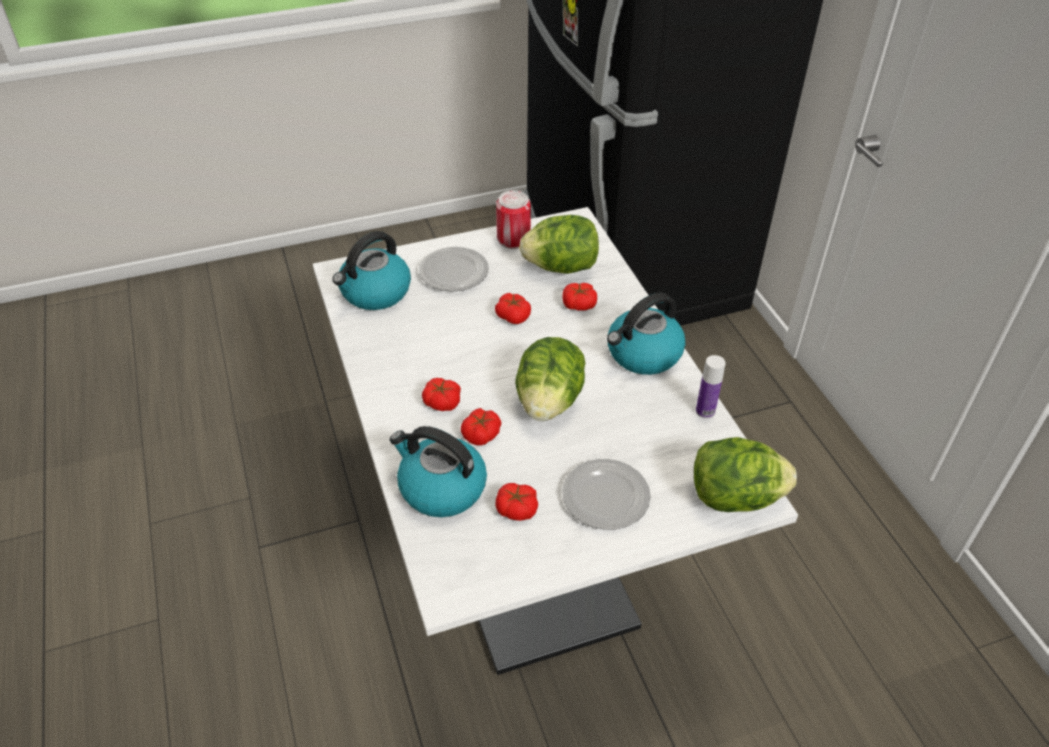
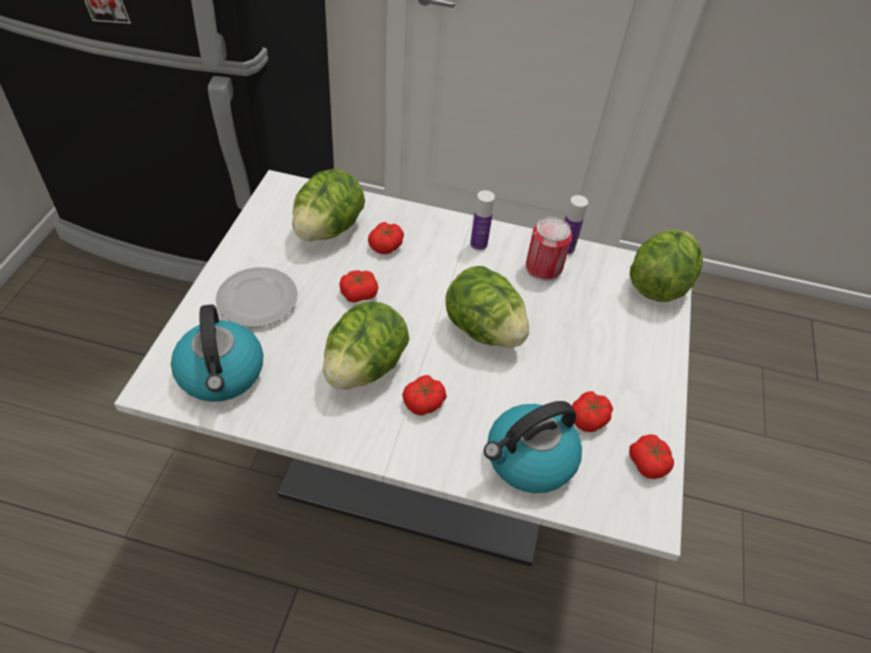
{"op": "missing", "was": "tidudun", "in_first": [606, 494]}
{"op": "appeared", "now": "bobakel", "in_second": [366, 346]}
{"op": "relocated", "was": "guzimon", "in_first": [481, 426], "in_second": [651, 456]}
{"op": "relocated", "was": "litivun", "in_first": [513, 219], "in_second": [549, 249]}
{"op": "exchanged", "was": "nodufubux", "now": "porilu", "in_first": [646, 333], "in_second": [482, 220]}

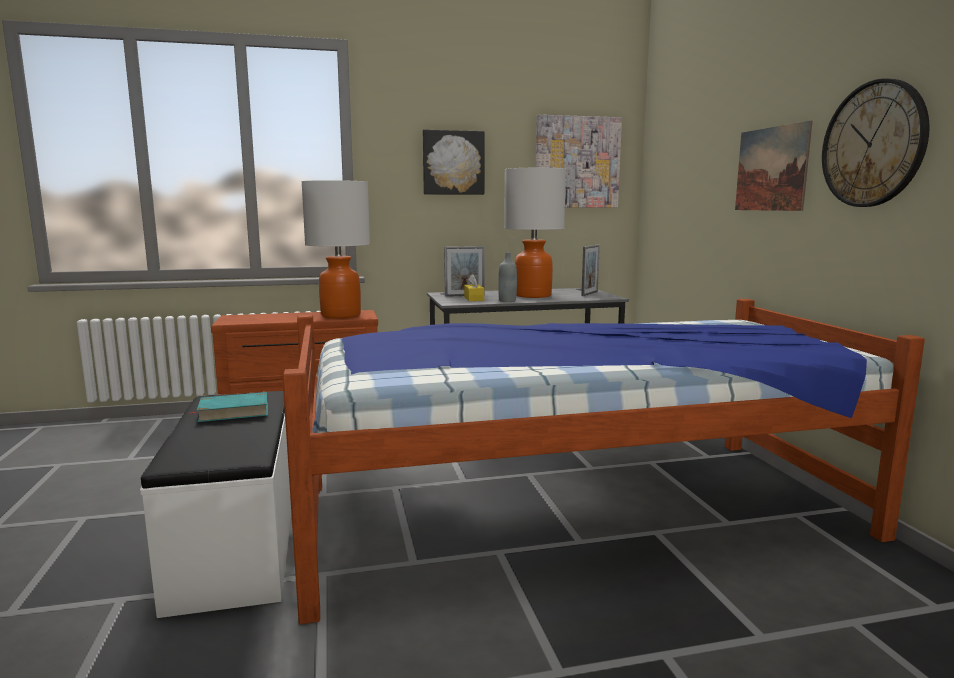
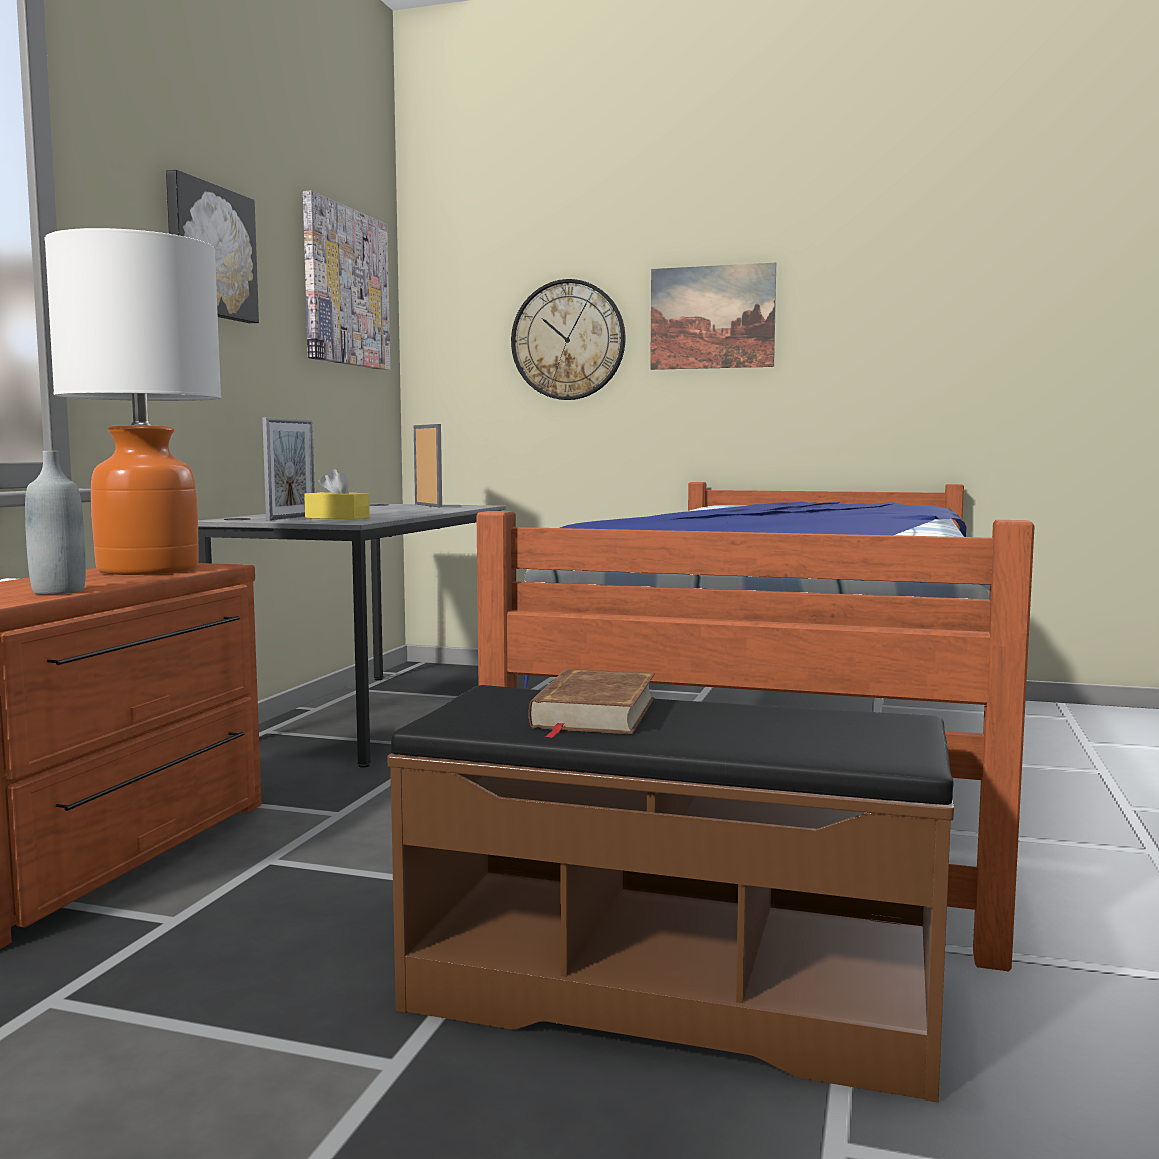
{"op": "missing", "was": "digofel", "in_first": [535, 233]}
{"op": "relocated", "was": "grey_porilu", "in_first": [507, 277], "in_second": [55, 522]}
{"op": "relocated", "was": "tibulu", "in_first": [876, 143], "in_second": [568, 339]}
{"op": "colour", "was": "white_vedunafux", "now": "brown_vedunafux", "in_first": [215, 504], "in_second": [670, 894]}
{"op": "colour", "was": "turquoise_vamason", "now": "brown_vamason", "in_first": [228, 407], "in_second": [592, 703]}

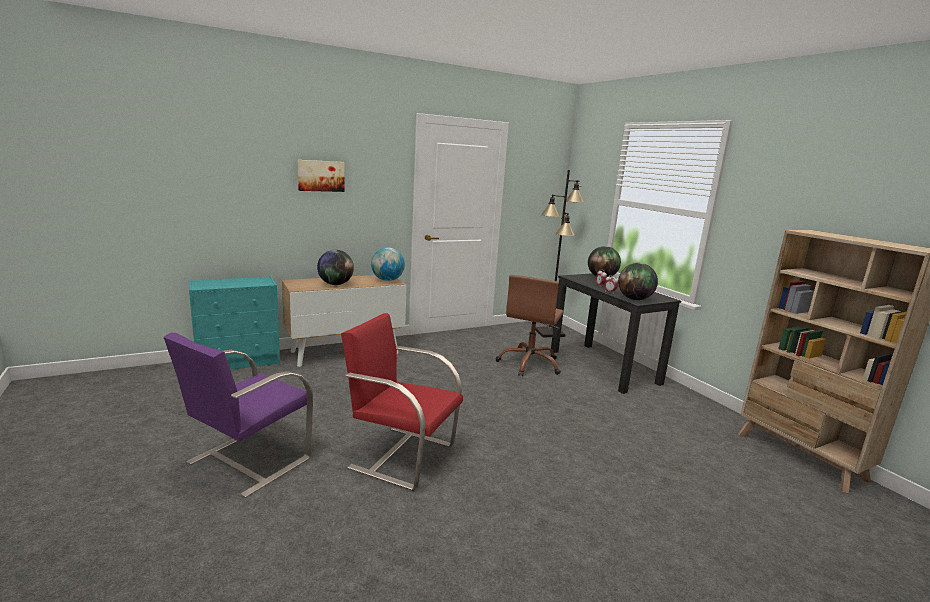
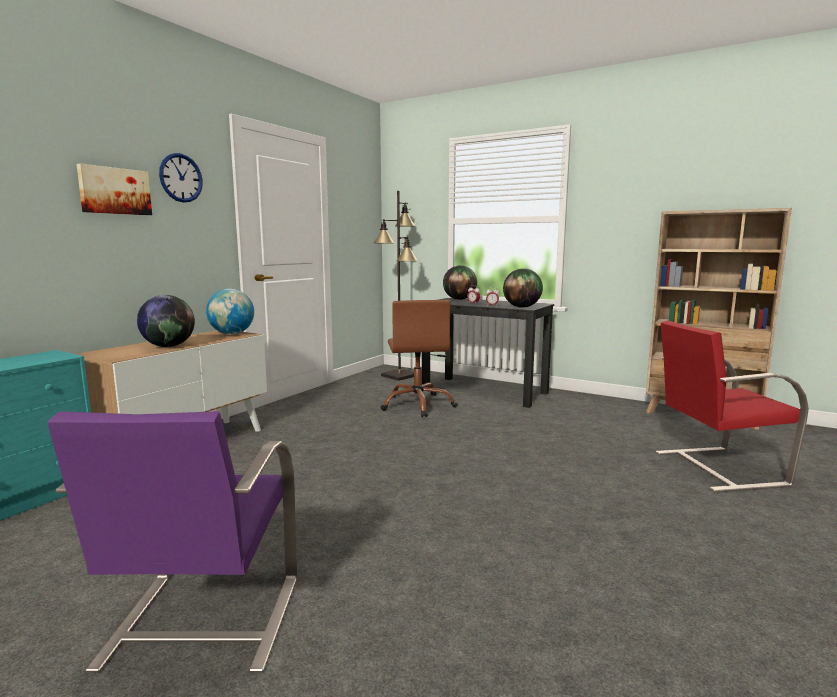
{"op": "appeared", "now": "tibulu", "in_second": [181, 178]}
{"op": "relocated", "was": "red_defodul", "in_first": [402, 402], "in_second": [732, 406]}

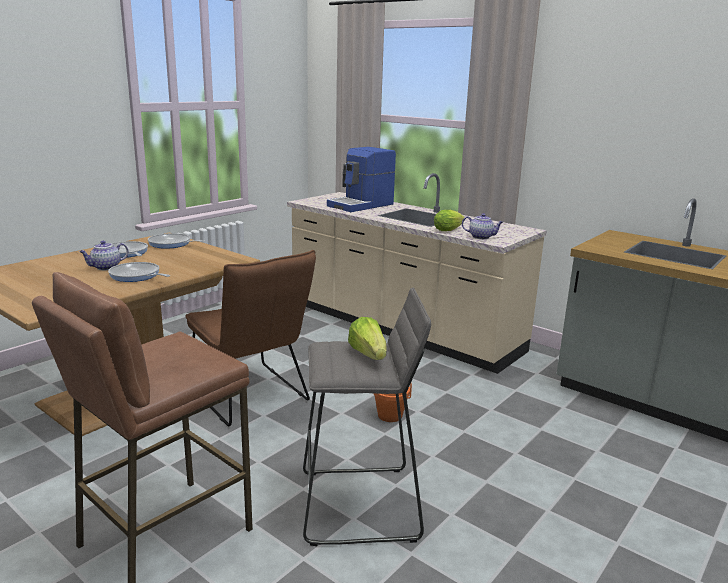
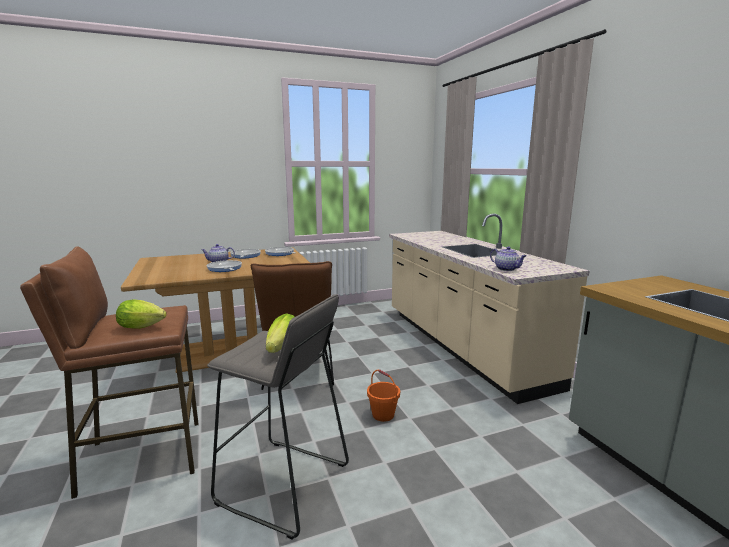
{"op": "missing", "was": "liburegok", "in_first": [361, 179]}
{"op": "relocated", "was": "bobakel", "in_first": [449, 220], "in_second": [141, 314]}

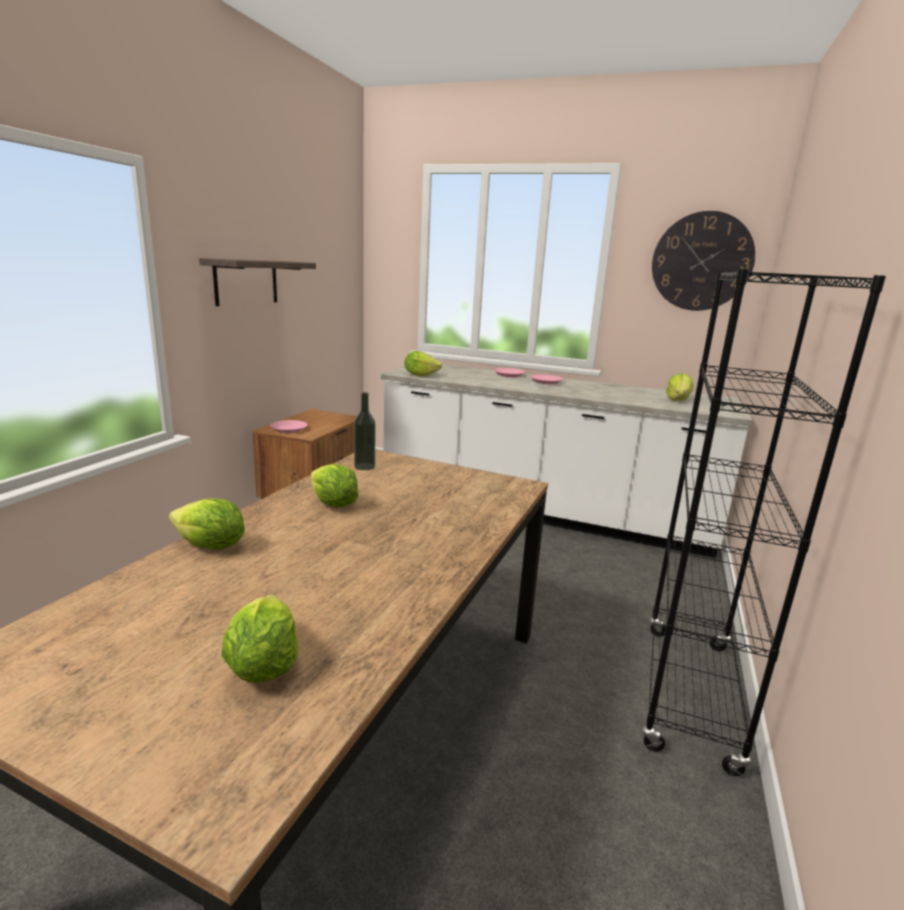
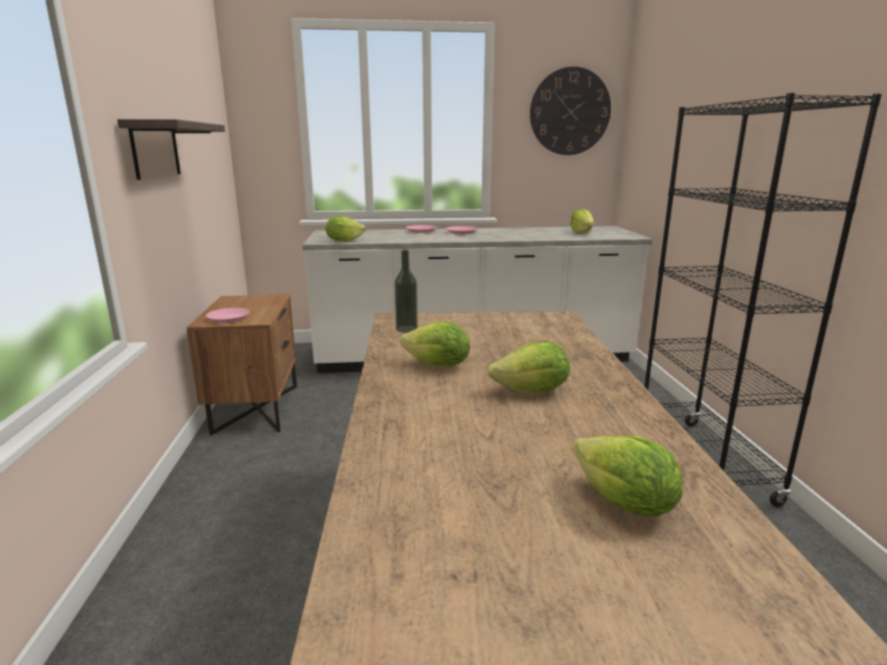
{"op": "relocated", "was": "bobakel", "in_first": [207, 524], "in_second": [528, 367]}

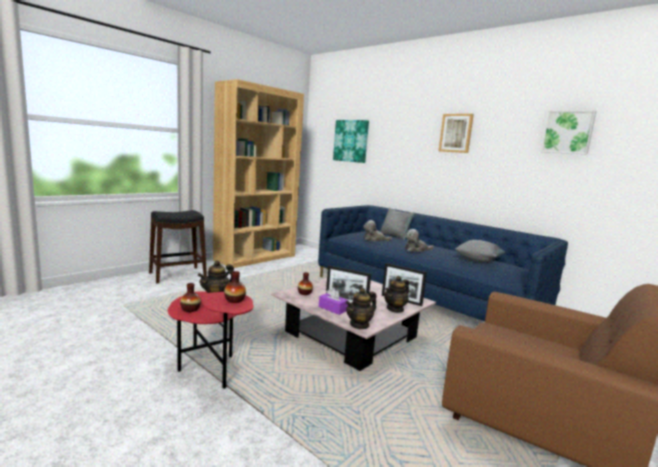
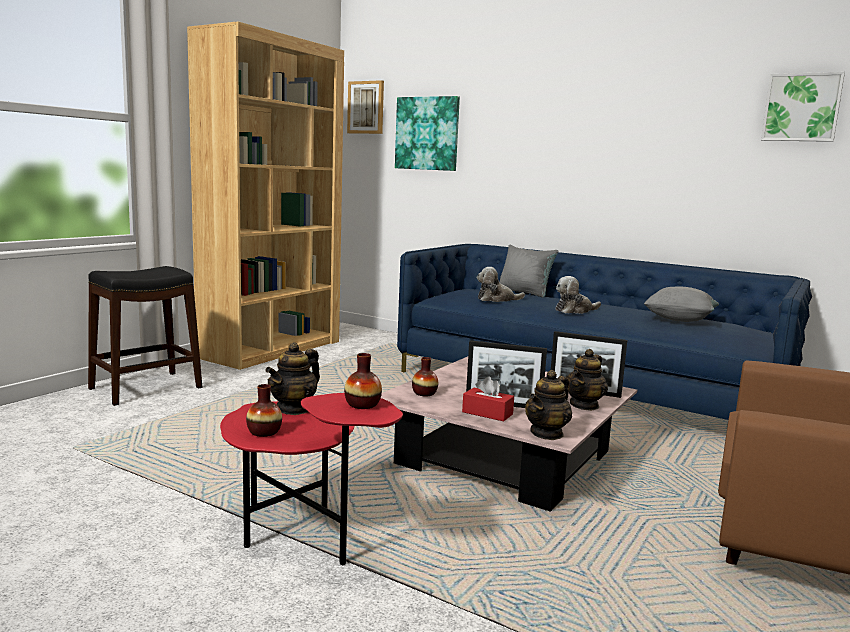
{"op": "relocated", "was": "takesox", "in_first": [456, 133], "in_second": [365, 107]}
{"op": "colour", "was": "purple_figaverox", "now": "red_figaverox", "in_first": [333, 301], "in_second": [488, 399]}

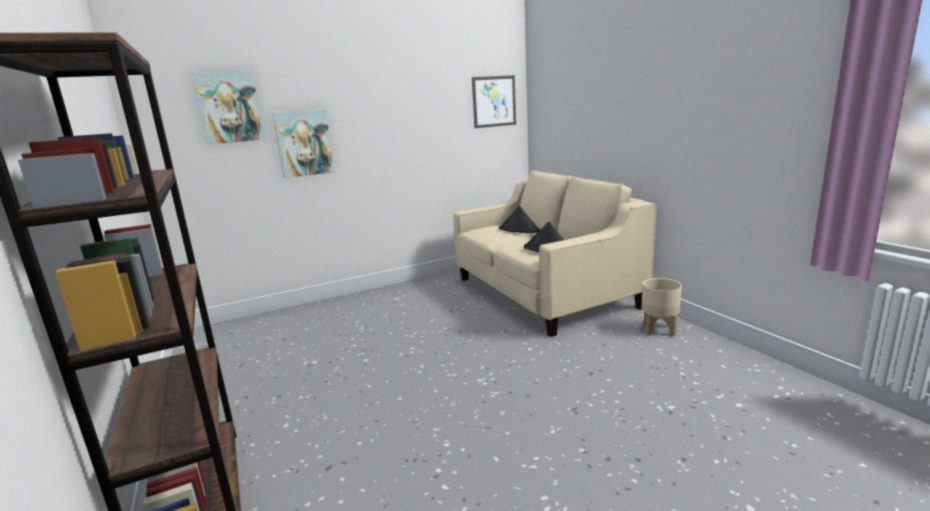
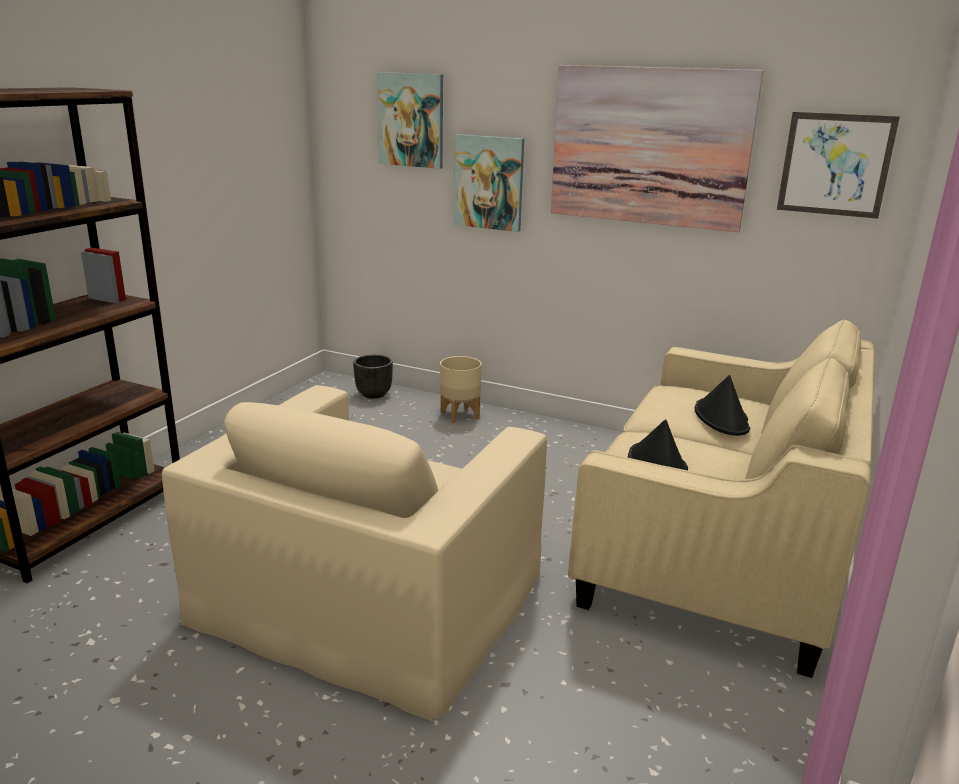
{"op": "appeared", "now": "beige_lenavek", "in_second": [354, 553]}
{"op": "appeared", "now": "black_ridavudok", "in_second": [373, 376]}
{"op": "appeared", "now": "takesox", "in_second": [657, 148]}
{"op": "relocated", "was": "beige_ridavudok", "in_first": [662, 307], "in_second": [461, 390]}

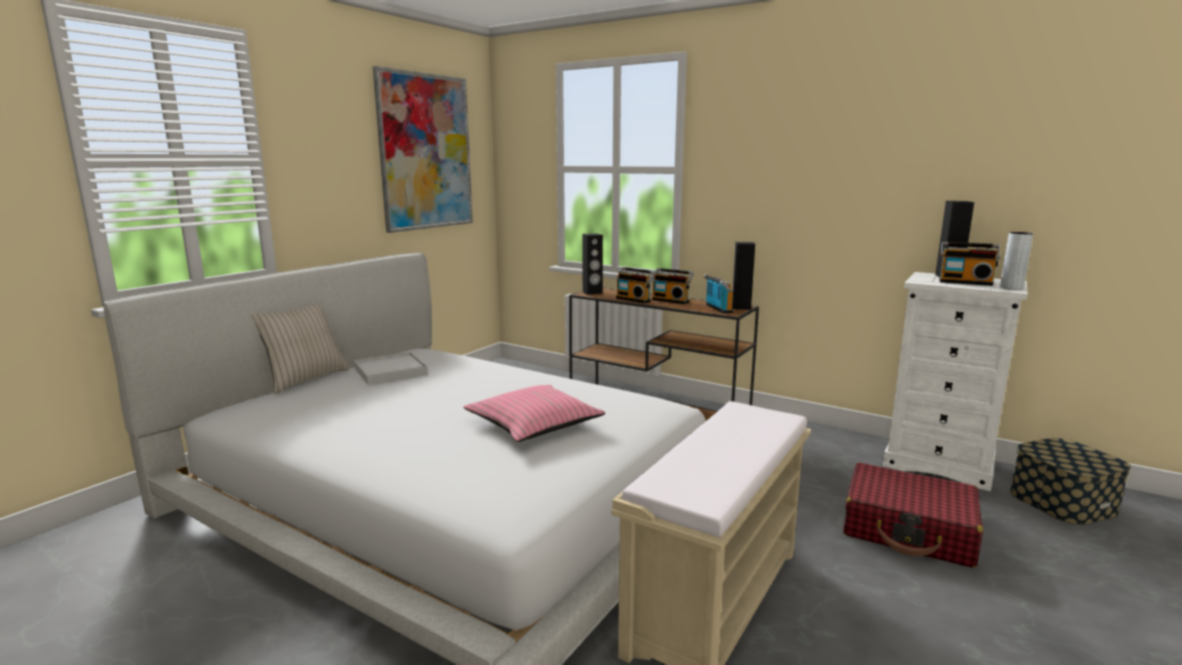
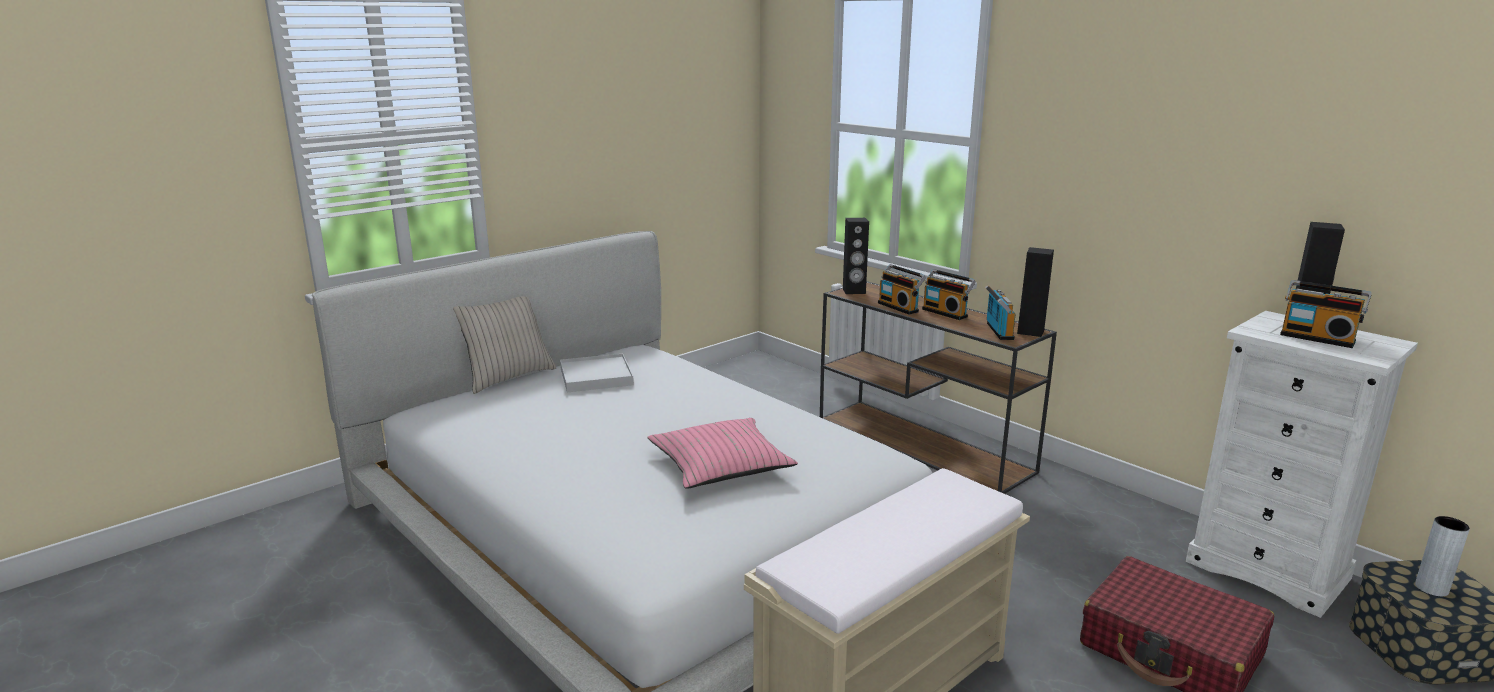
{"op": "missing", "was": "takesox", "in_first": [423, 149]}
{"op": "relocated", "was": "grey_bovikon", "in_first": [1016, 261], "in_second": [1442, 556]}

